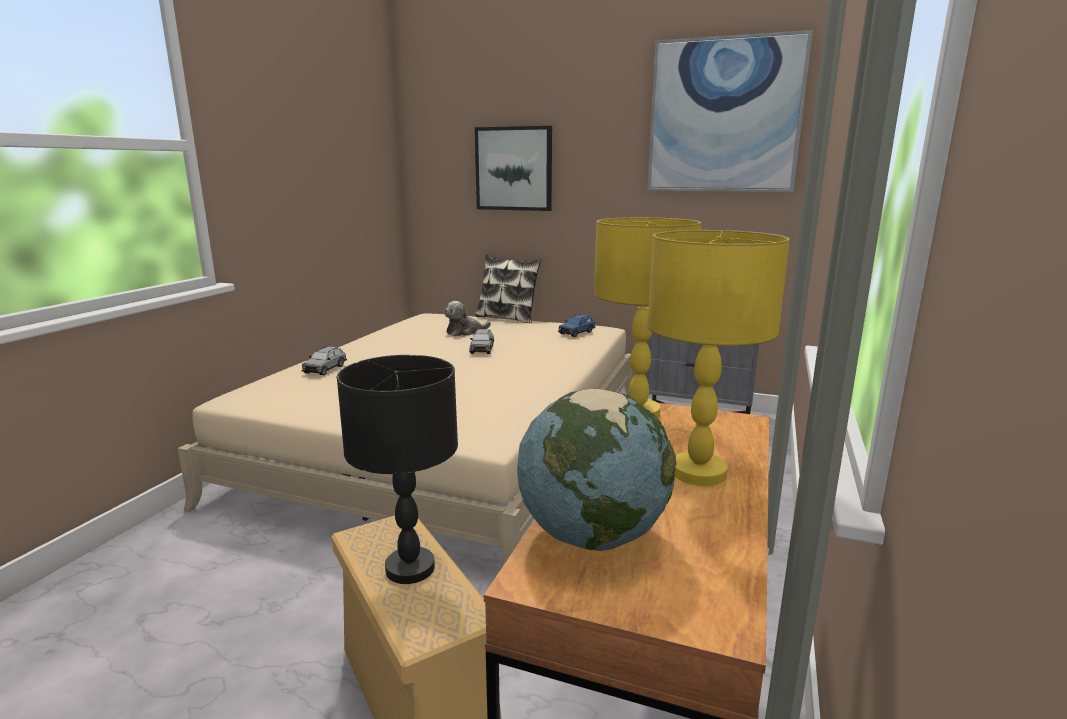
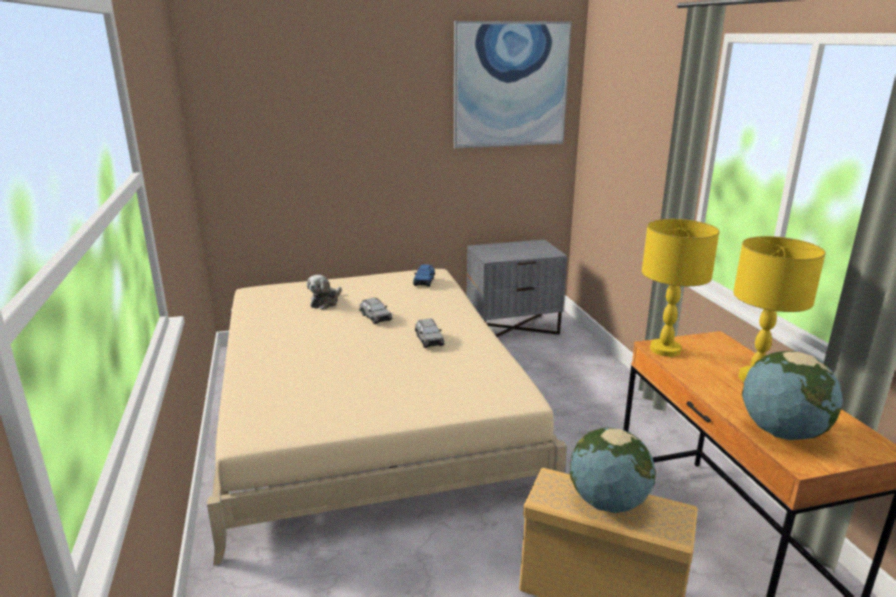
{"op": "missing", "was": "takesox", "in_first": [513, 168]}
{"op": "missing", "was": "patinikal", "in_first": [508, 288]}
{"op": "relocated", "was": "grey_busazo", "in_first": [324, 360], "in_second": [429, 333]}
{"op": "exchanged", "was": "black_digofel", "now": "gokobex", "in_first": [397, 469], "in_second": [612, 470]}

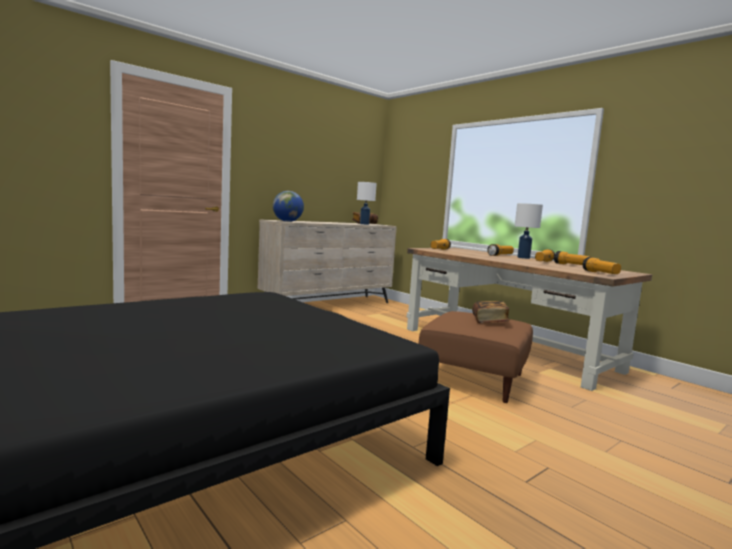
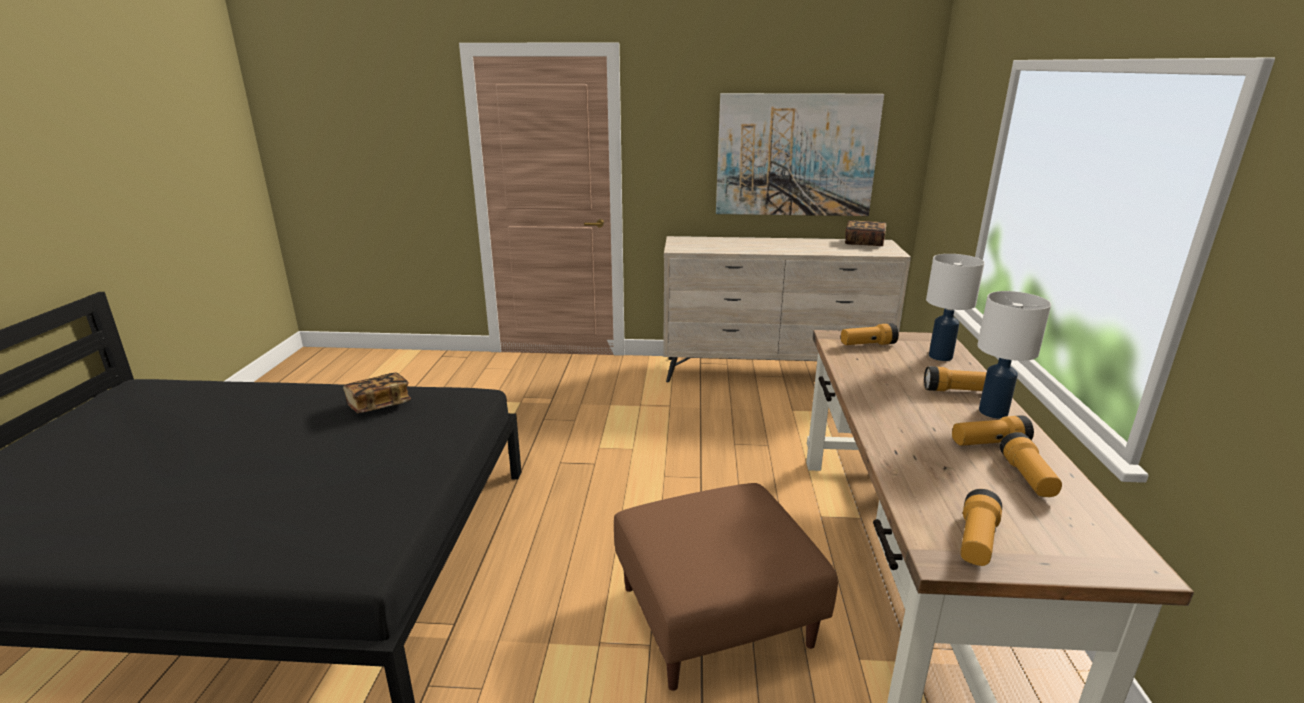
{"op": "missing", "was": "gokobex", "in_first": [288, 206]}
{"op": "appeared", "now": "takesox", "in_second": [800, 154]}
{"op": "relocated", "was": "white_digofel", "in_first": [367, 203], "in_second": [955, 307]}
{"op": "relocated", "was": "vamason", "in_first": [490, 312], "in_second": [377, 392]}

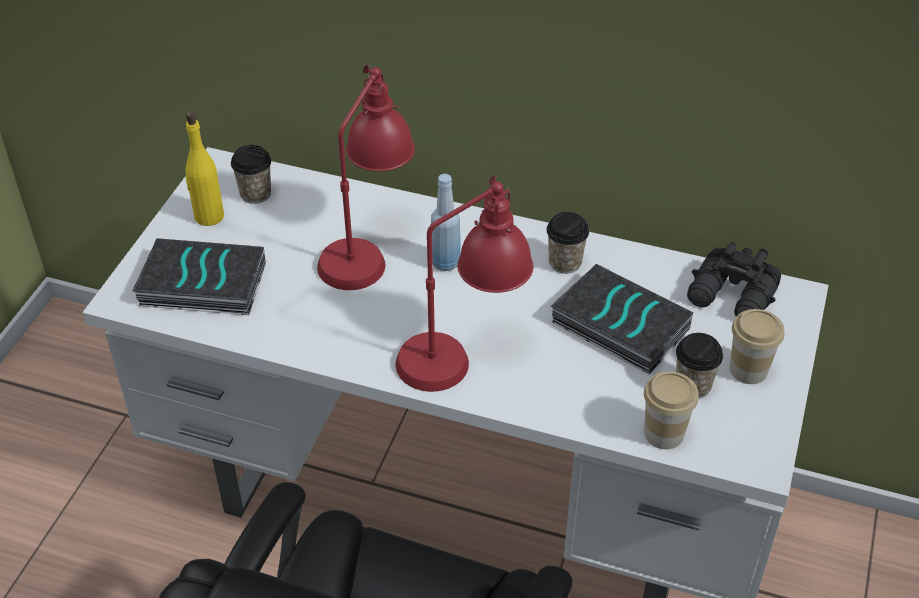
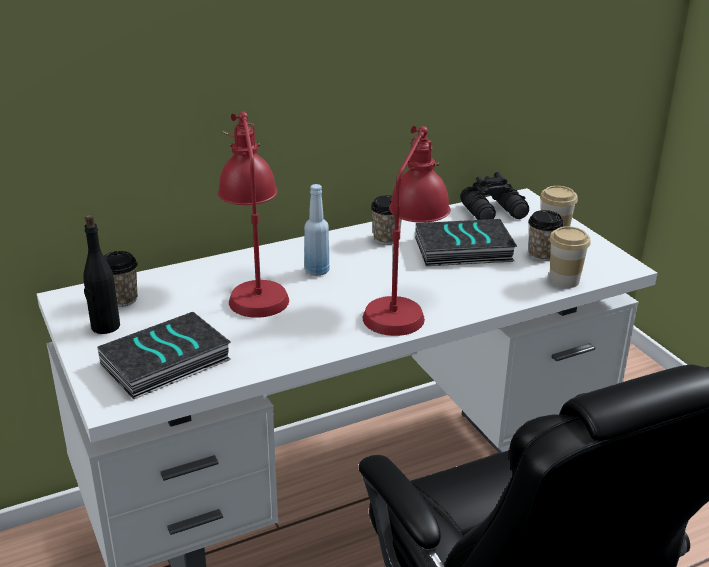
{"op": "colour", "was": "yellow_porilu", "now": "black_porilu", "in_first": [204, 168], "in_second": [101, 274]}

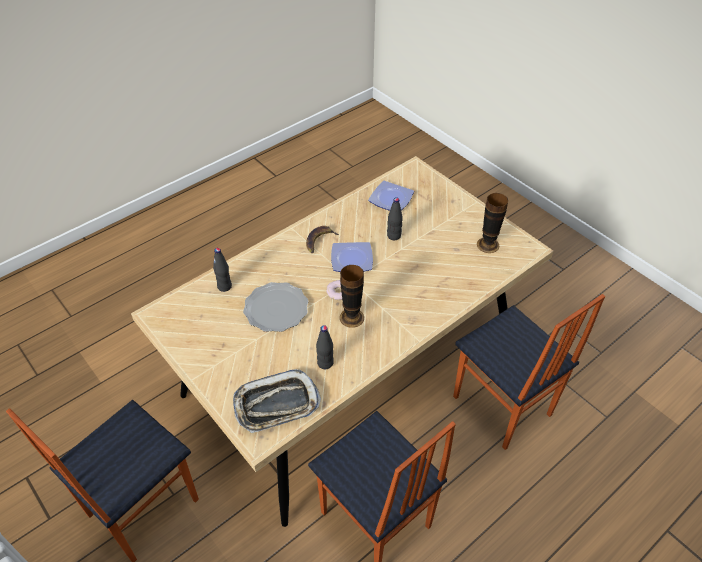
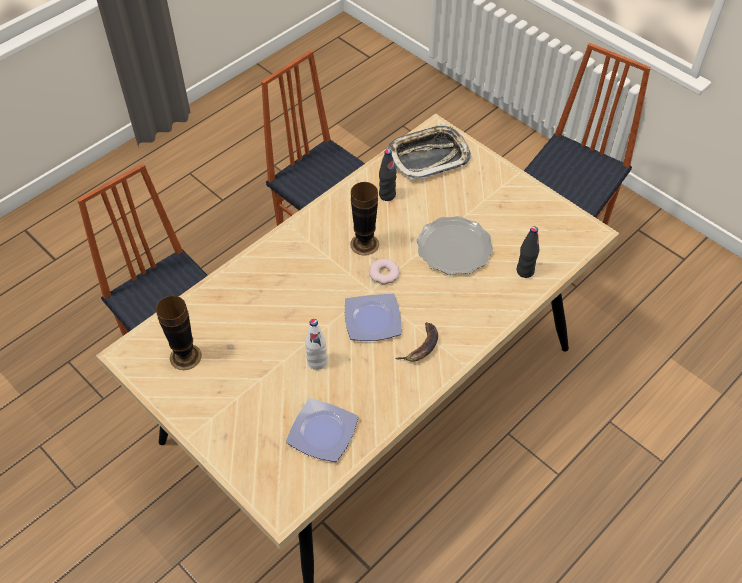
{"op": "colour", "was": "black_porilu", "now": "white_porilu", "in_first": [395, 218], "in_second": [316, 344]}

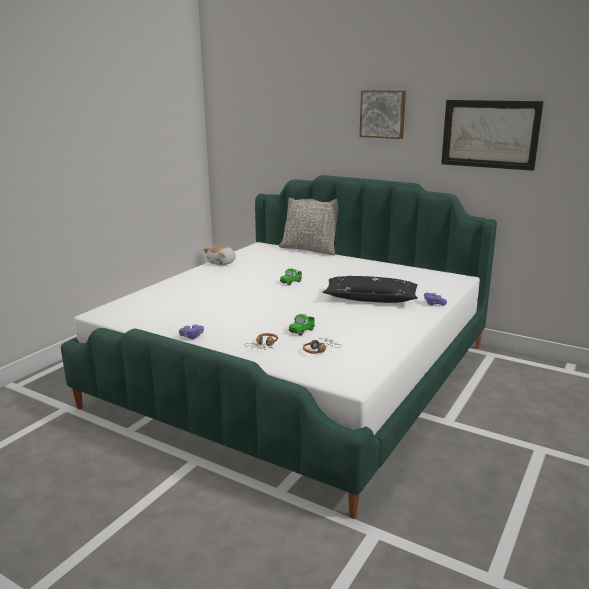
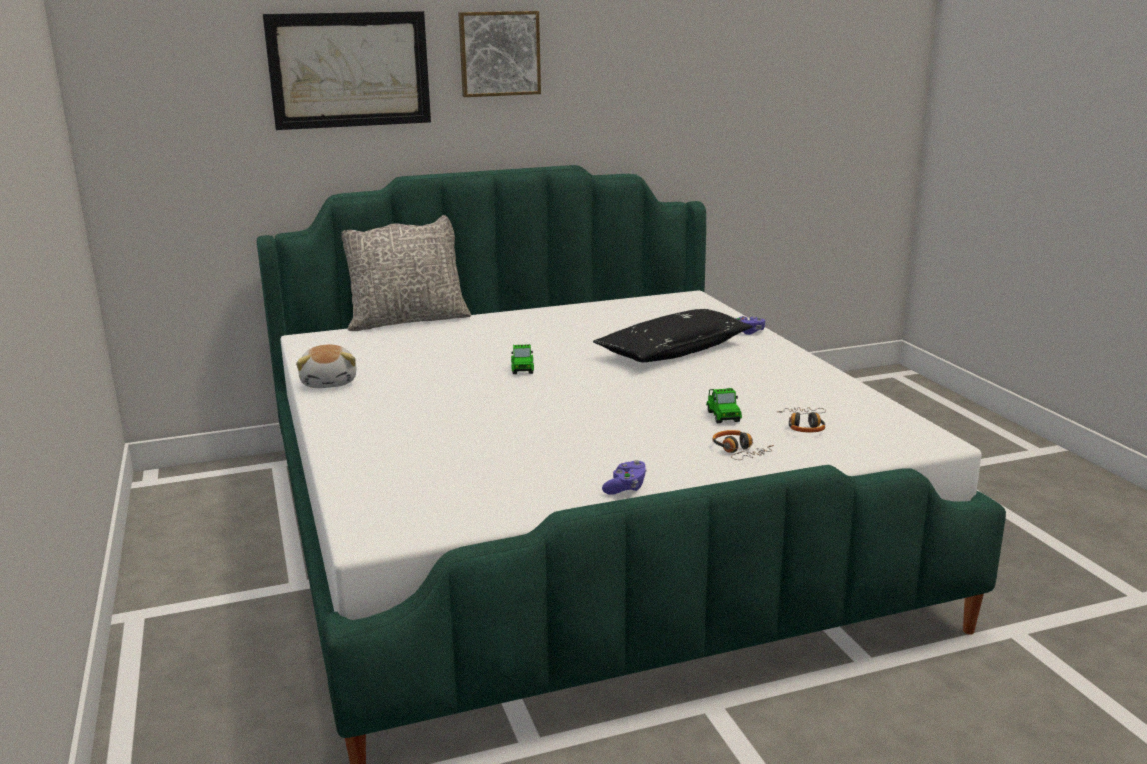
{"op": "relocated", "was": "takesox", "in_first": [492, 135], "in_second": [347, 70]}

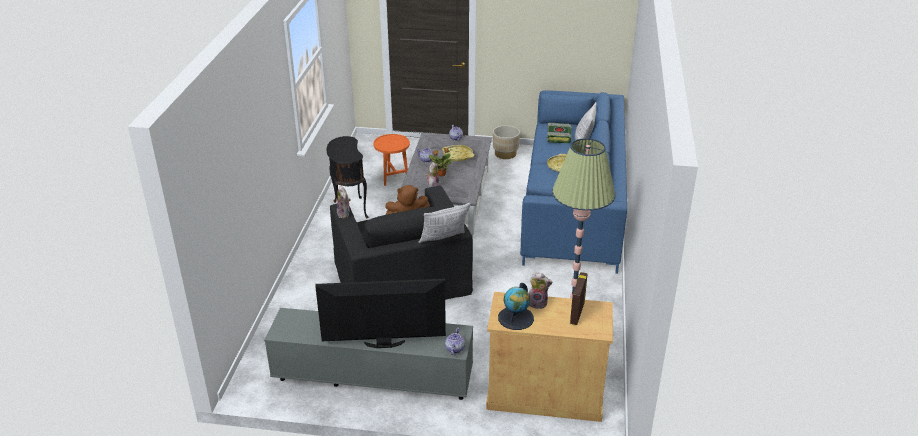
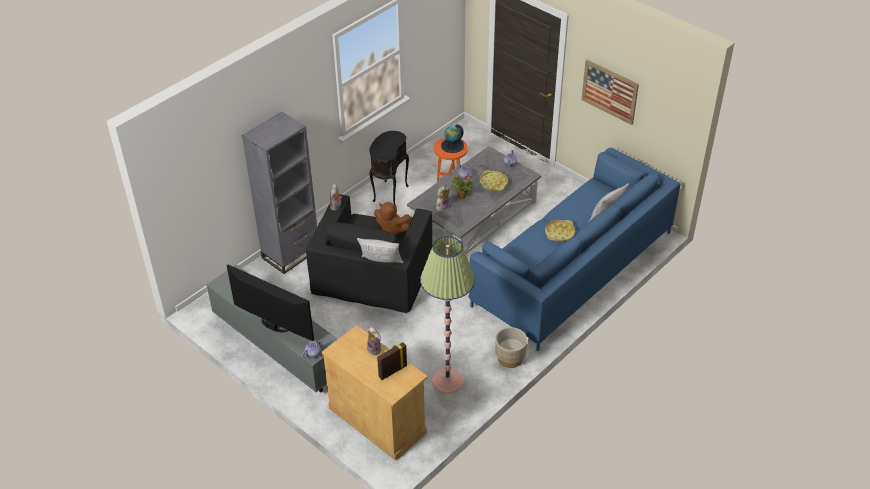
{"op": "missing", "was": "vamason", "in_first": [559, 133]}
{"op": "appeared", "now": "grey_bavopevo", "in_second": [279, 193]}
{"op": "appeared", "now": "takesox", "in_second": [610, 92]}
{"op": "relocated", "was": "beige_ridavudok", "in_first": [506, 142], "in_second": [511, 347]}
{"op": "relocated", "was": "gokobex", "in_first": [516, 306], "in_second": [452, 138]}

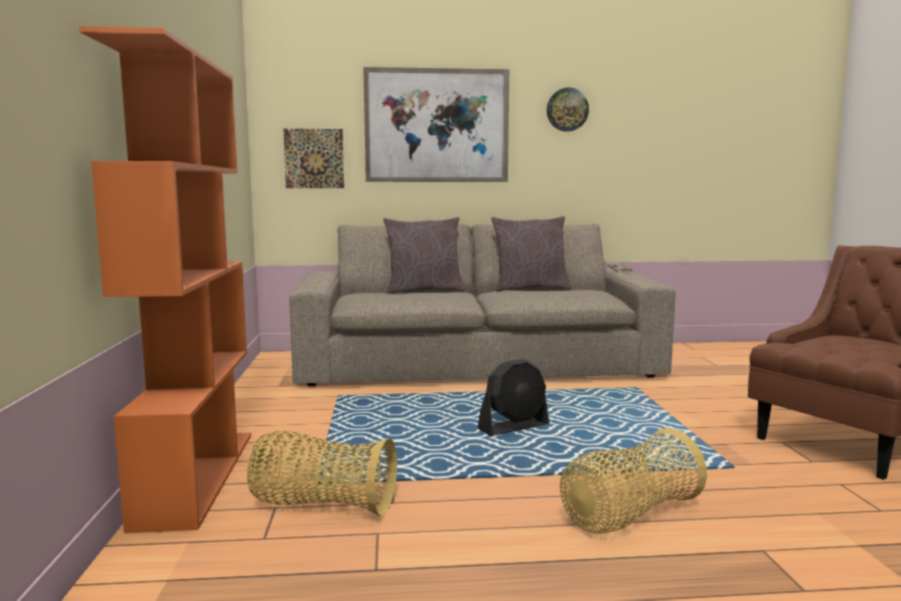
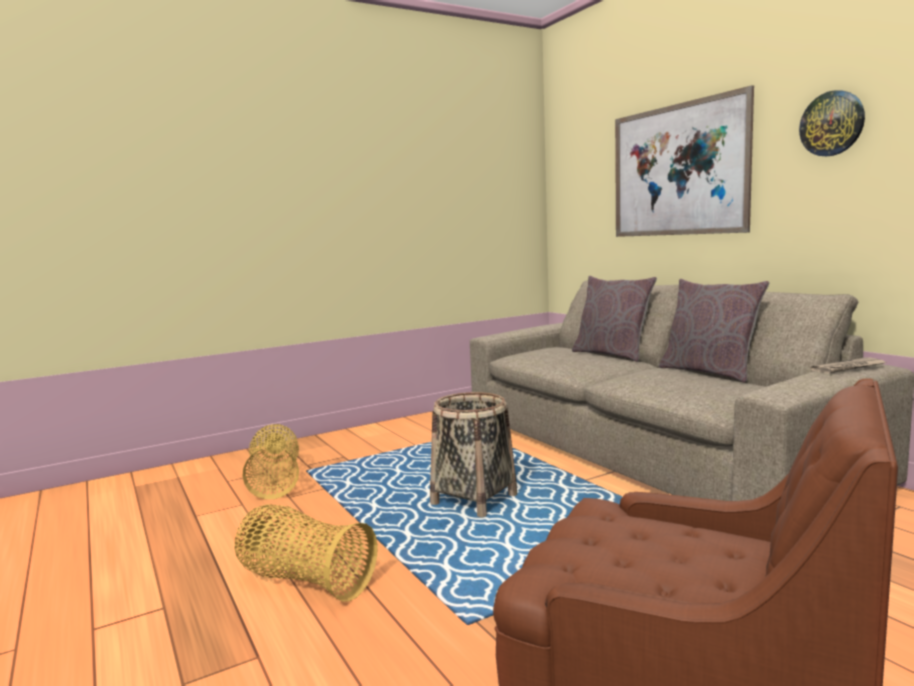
{"op": "missing", "was": "orange_bavopevo", "in_first": [165, 279]}
{"op": "missing", "was": "takesox", "in_first": [313, 158]}
{"op": "exchanged", "was": "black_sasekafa", "now": "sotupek", "in_first": [513, 397], "in_second": [473, 454]}

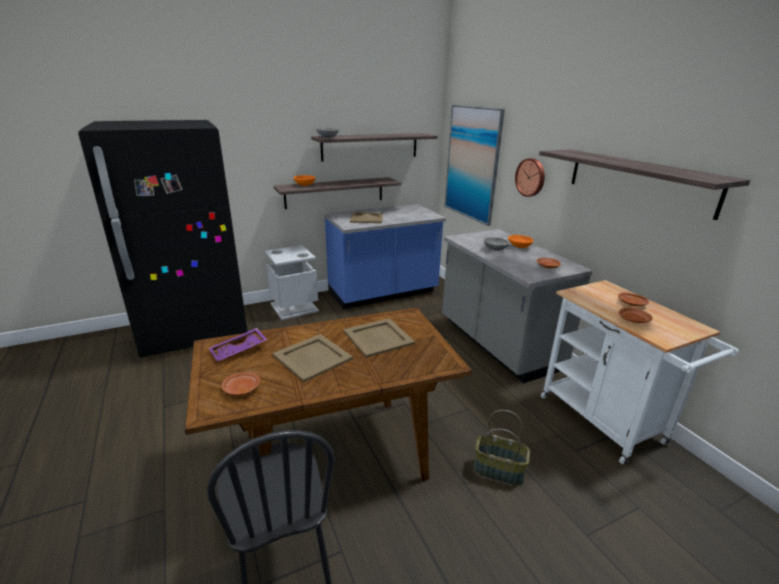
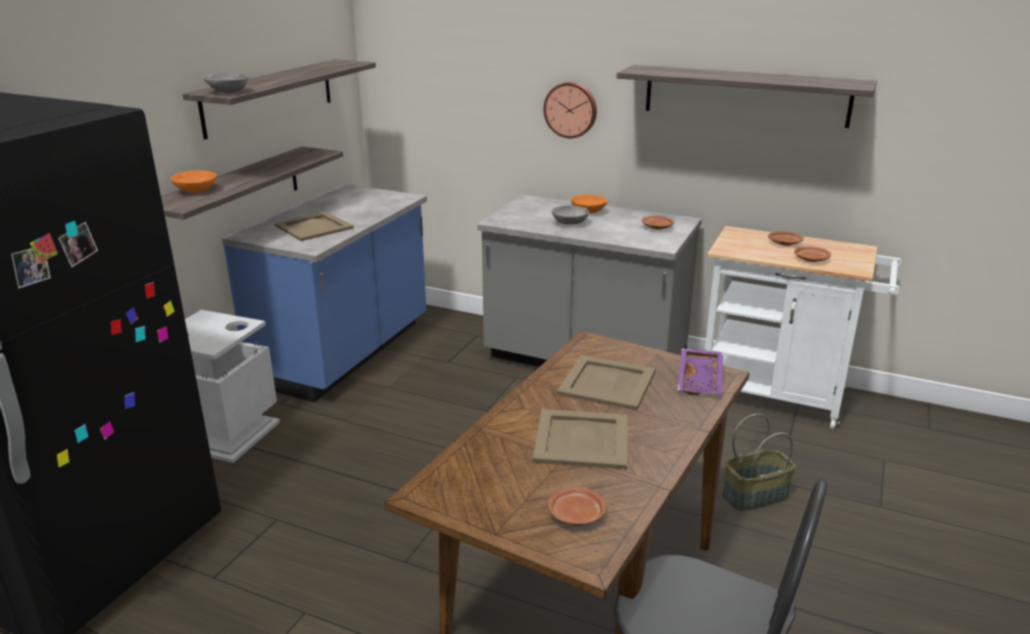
{"op": "missing", "was": "takesox", "in_first": [474, 165]}
{"op": "relocated", "was": "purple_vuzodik", "in_first": [238, 344], "in_second": [700, 372]}

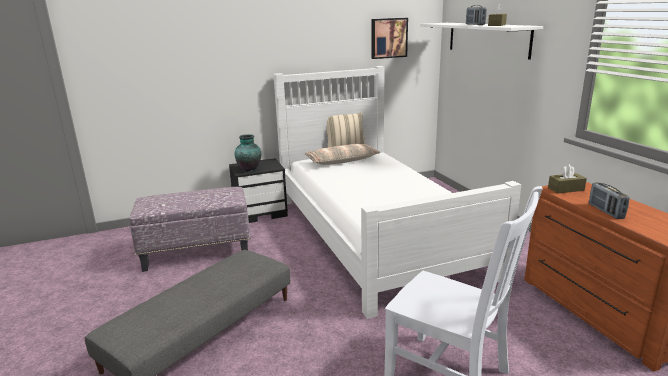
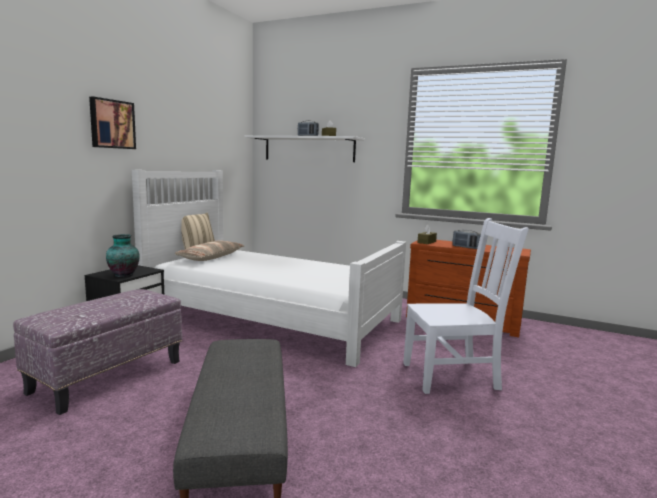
{"op": "relocated", "was": "takesox", "in_first": [390, 38], "in_second": [112, 123]}

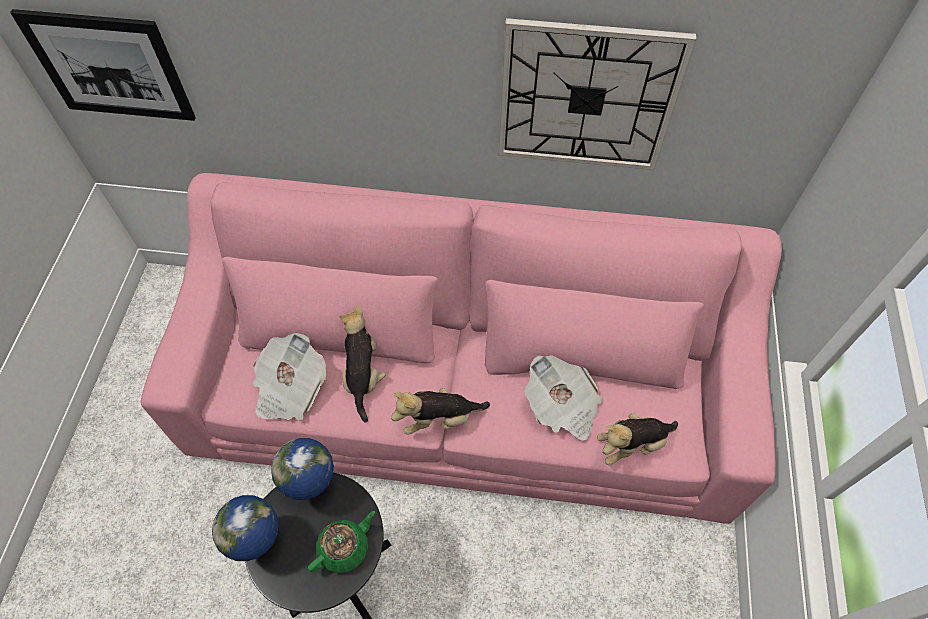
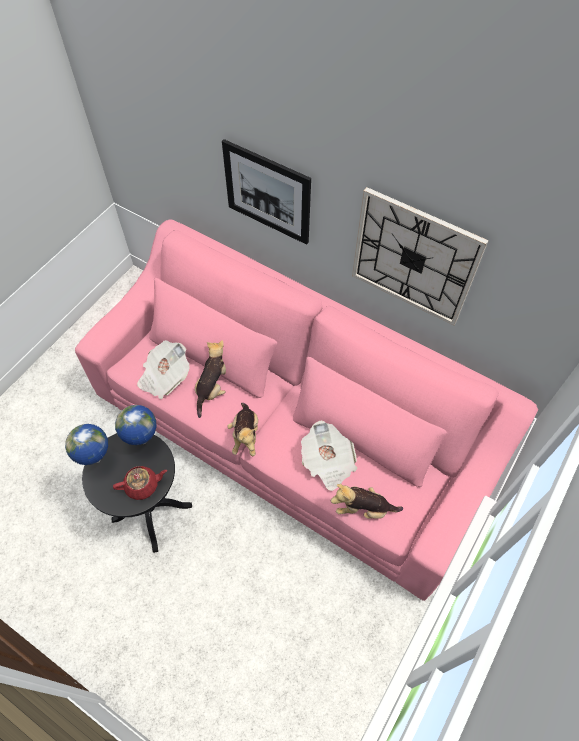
{"op": "relocated", "was": "takesox", "in_first": [103, 65], "in_second": [266, 192]}
{"op": "colour", "was": "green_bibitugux", "now": "red_bibitugux", "in_first": [341, 542], "in_second": [140, 483]}
{"op": "spun", "was": "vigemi", "in_first": [440, 411], "in_second": [242, 429], "clockwise": -105}

